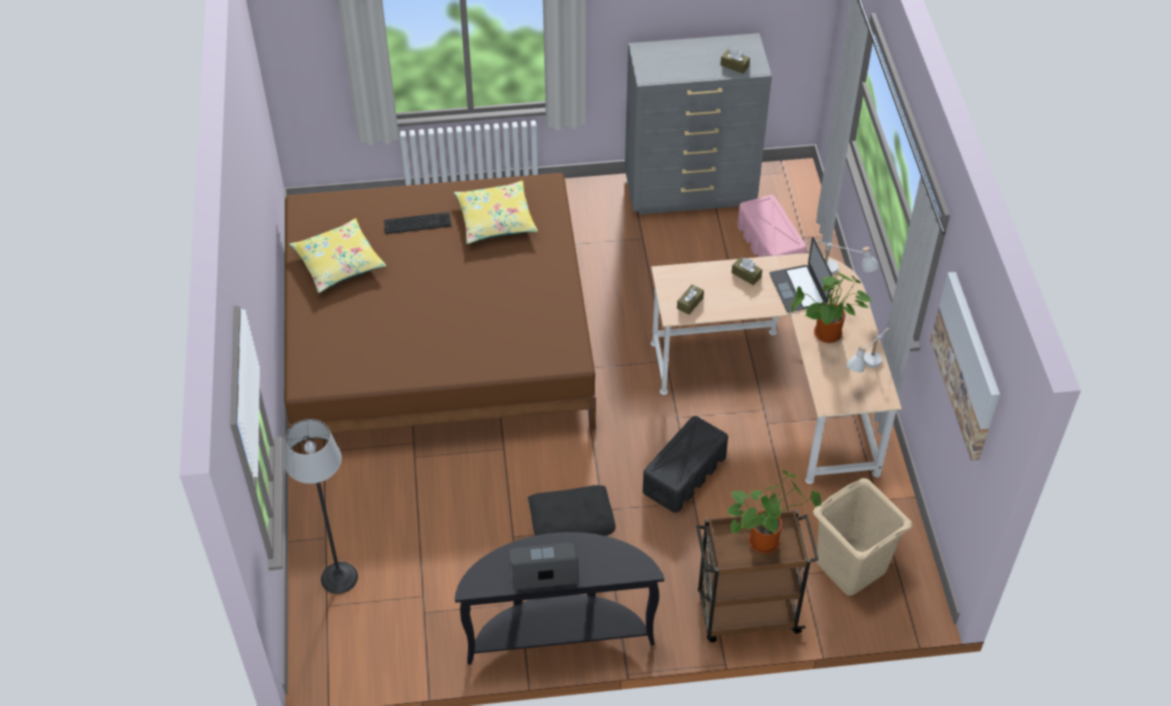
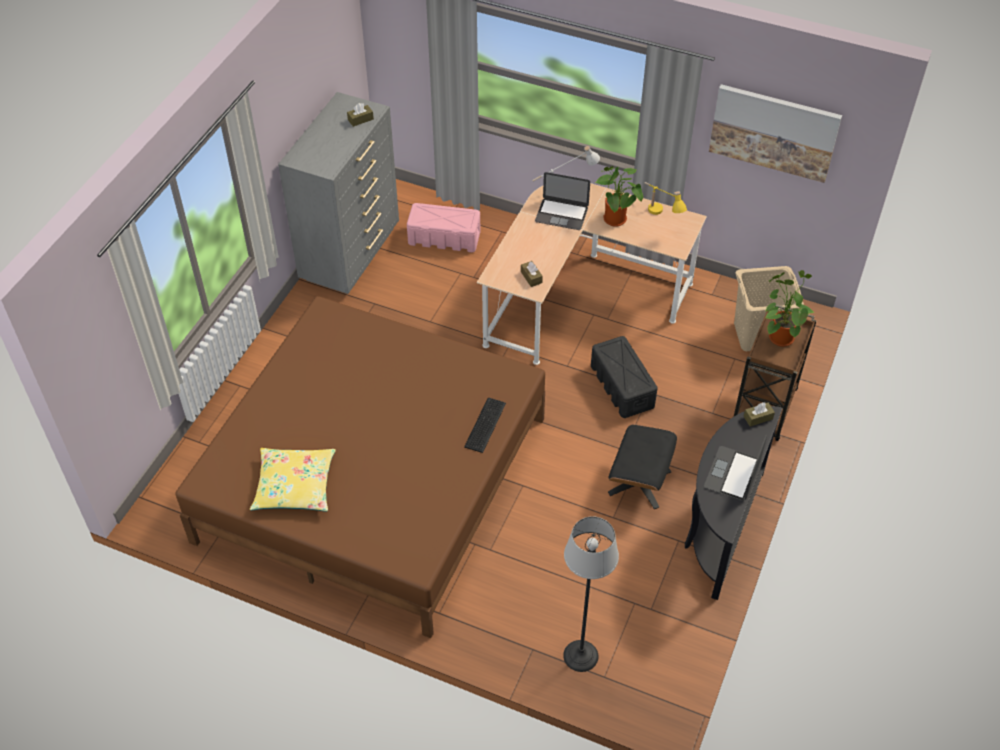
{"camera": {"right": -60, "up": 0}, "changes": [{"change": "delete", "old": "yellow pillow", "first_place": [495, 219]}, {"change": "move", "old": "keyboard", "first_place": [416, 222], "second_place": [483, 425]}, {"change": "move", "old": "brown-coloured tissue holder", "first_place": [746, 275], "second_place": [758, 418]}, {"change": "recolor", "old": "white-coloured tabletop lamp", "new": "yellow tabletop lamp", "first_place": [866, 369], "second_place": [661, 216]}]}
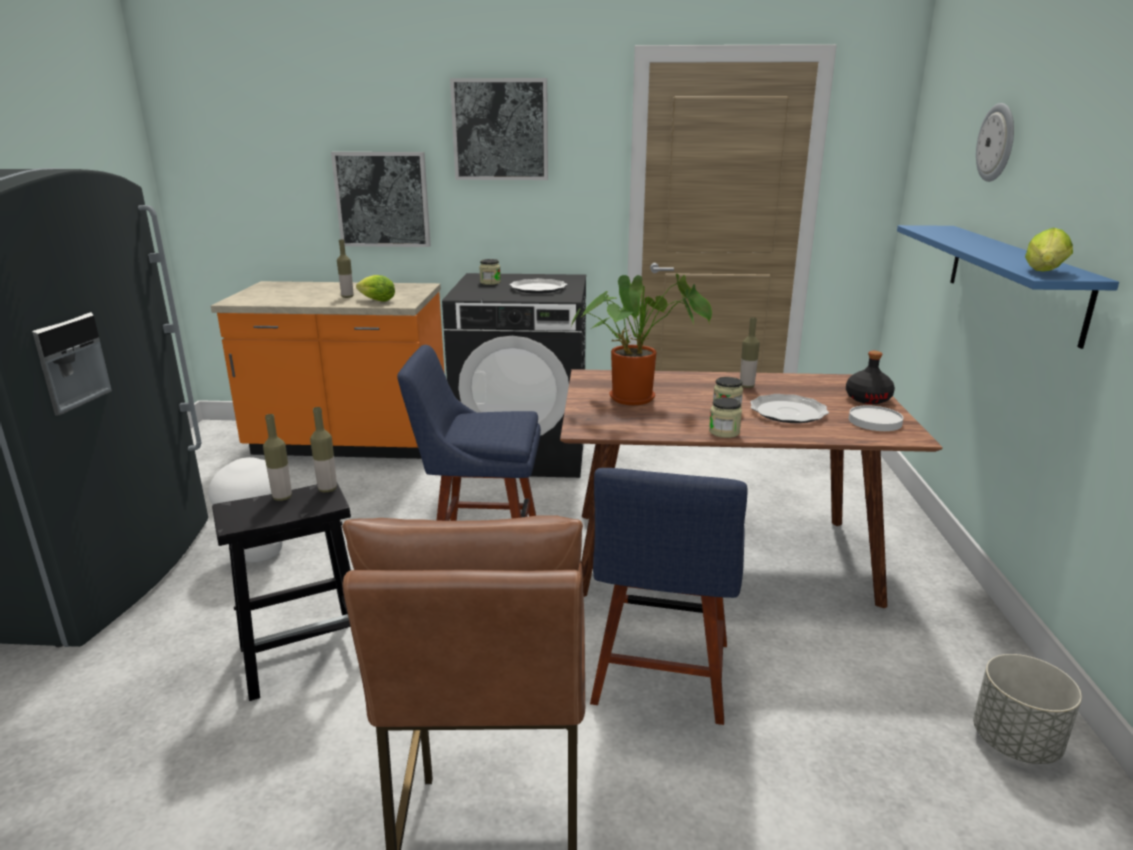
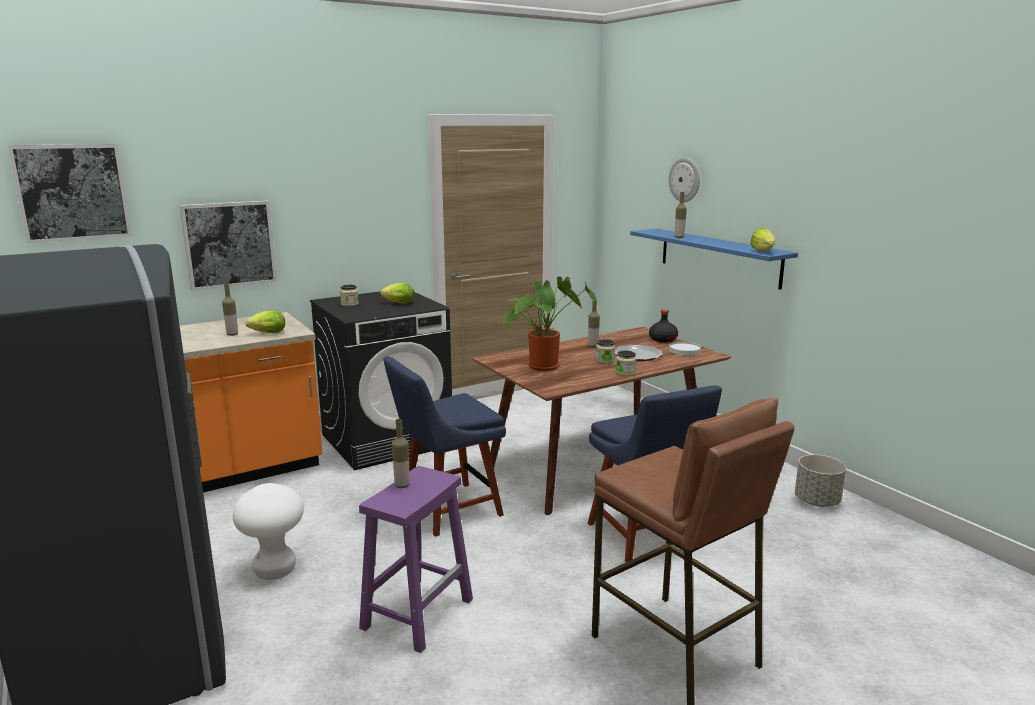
{"camera": {"right": -35, "up": -5}, "changes": [{"change": "move", "old": "bottle", "first_place": [327, 489], "second_place": [679, 237]}, {"change": "move", "old": "wall picture", "first_place": [500, 130], "second_place": [72, 192]}, {"change": "replace", "old": "plate", "new": "lettuce head", "first_place": [538, 288], "second_place": [397, 303]}, {"change": "recolor", "old": "black stool", "new": "purplish stool", "first_place": [306, 654], "second_place": [418, 612]}]}
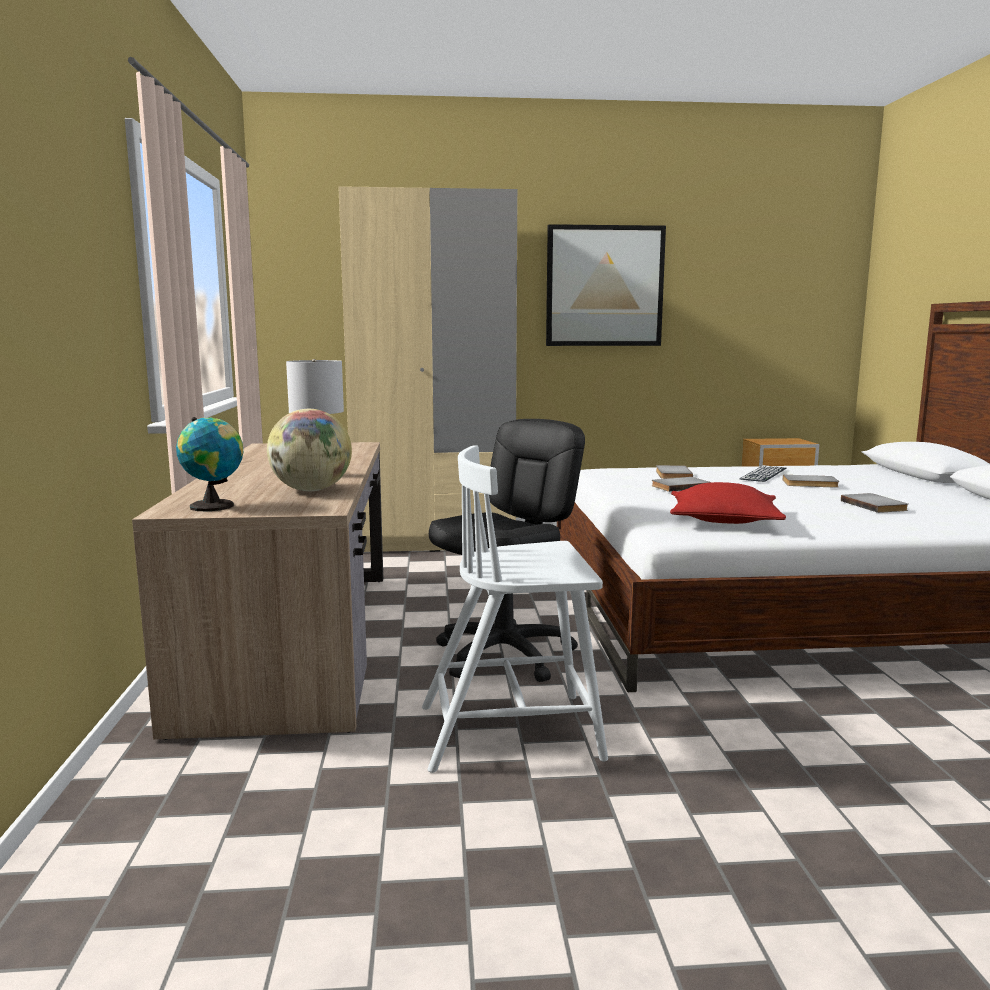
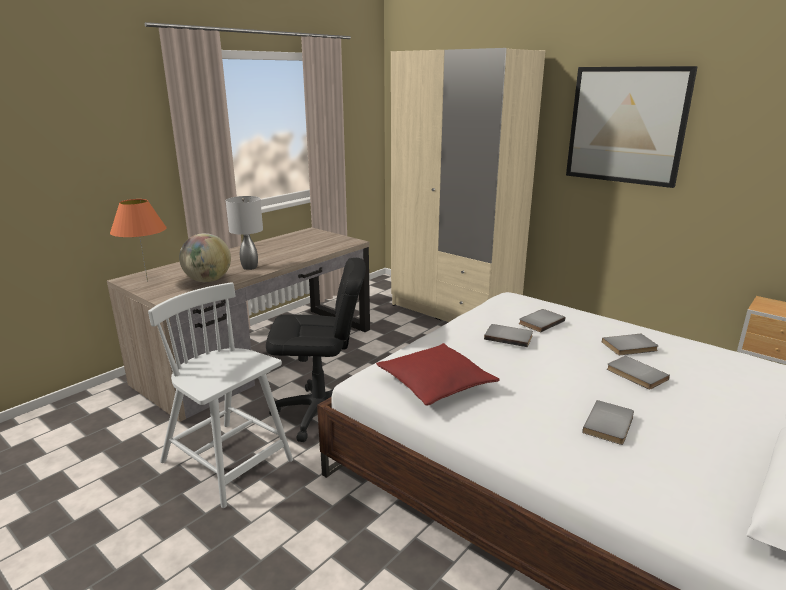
{"camera": {"right": 45, "up": 10}, "changes": [{"change": "replace", "old": "desk globe", "new": "orange-coloured tabletop lamp", "first_place": [215, 506], "second_place": [147, 281]}, {"change": "replace", "old": "keyboard", "new": "greyish volume", "first_place": [763, 474], "second_place": [630, 347]}]}
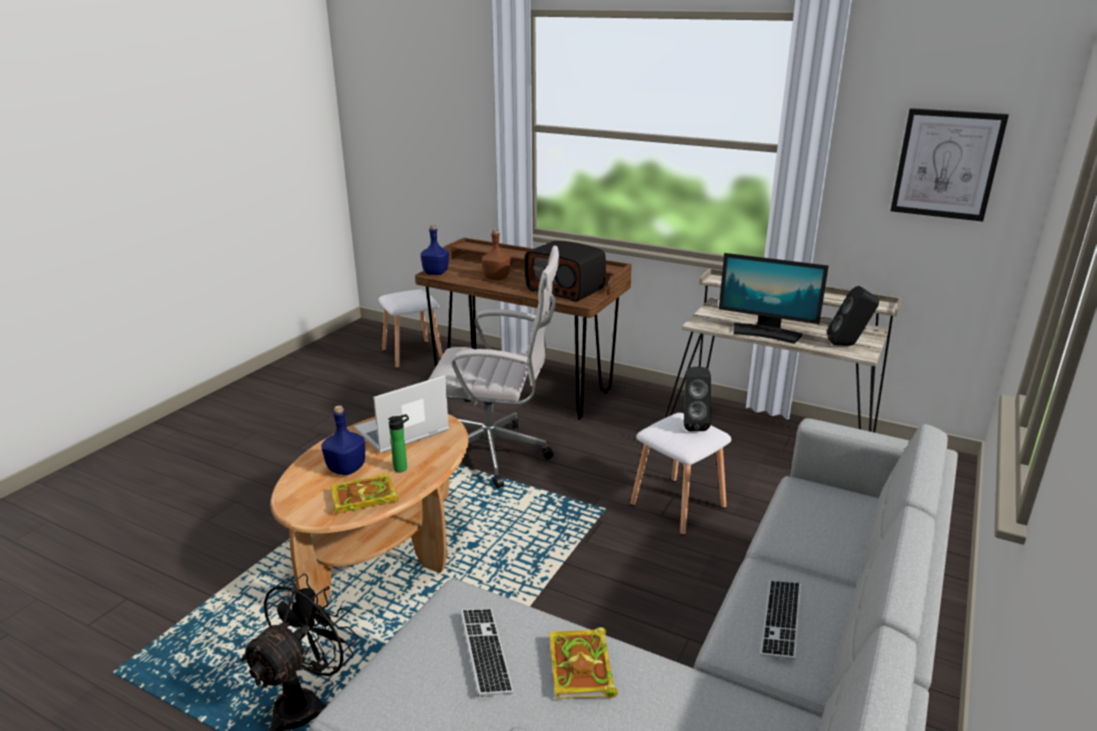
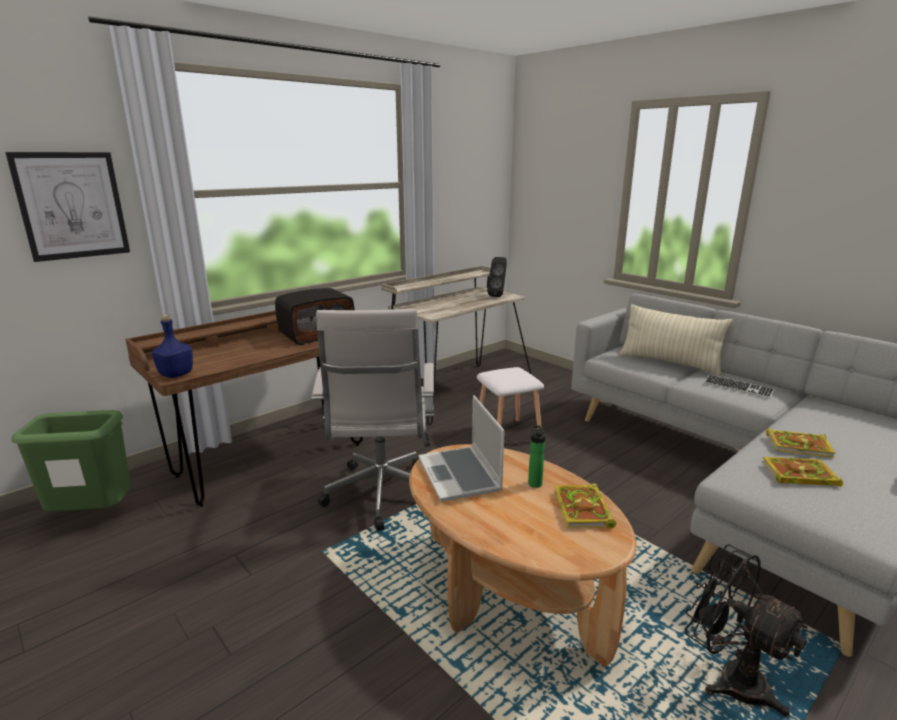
{"camera": {"right": -70, "up": -5}, "changes": [{"change": "delete", "old": "blue-coloured bottle", "first_place": [345, 468]}, {"change": "delete", "old": "brown-coloured bottle", "first_place": [496, 278]}, {"change": "delete", "old": "black loudspeaker", "first_place": [693, 424]}, {"change": "delete", "old": "computer display", "first_place": [766, 333]}, {"change": "insert", "new": "beige-coloured pillow", "second_place": [669, 363]}, {"change": "move", "old": "wall picture", "first_place": [946, 164], "second_place": [72, 205]}, {"change": "replace", "old": "white-coloured stool", "new": "greenish trash can", "first_place": [413, 354], "second_place": [94, 516]}, {"change": "replace", "old": "keyboard", "new": "volume", "first_place": [485, 652], "second_place": [798, 475]}, {"change": "rotate", "old": "white-coloured computer chair", "first_place": [497, 455], "second_place": [381, 496], "degrees": 150}]}
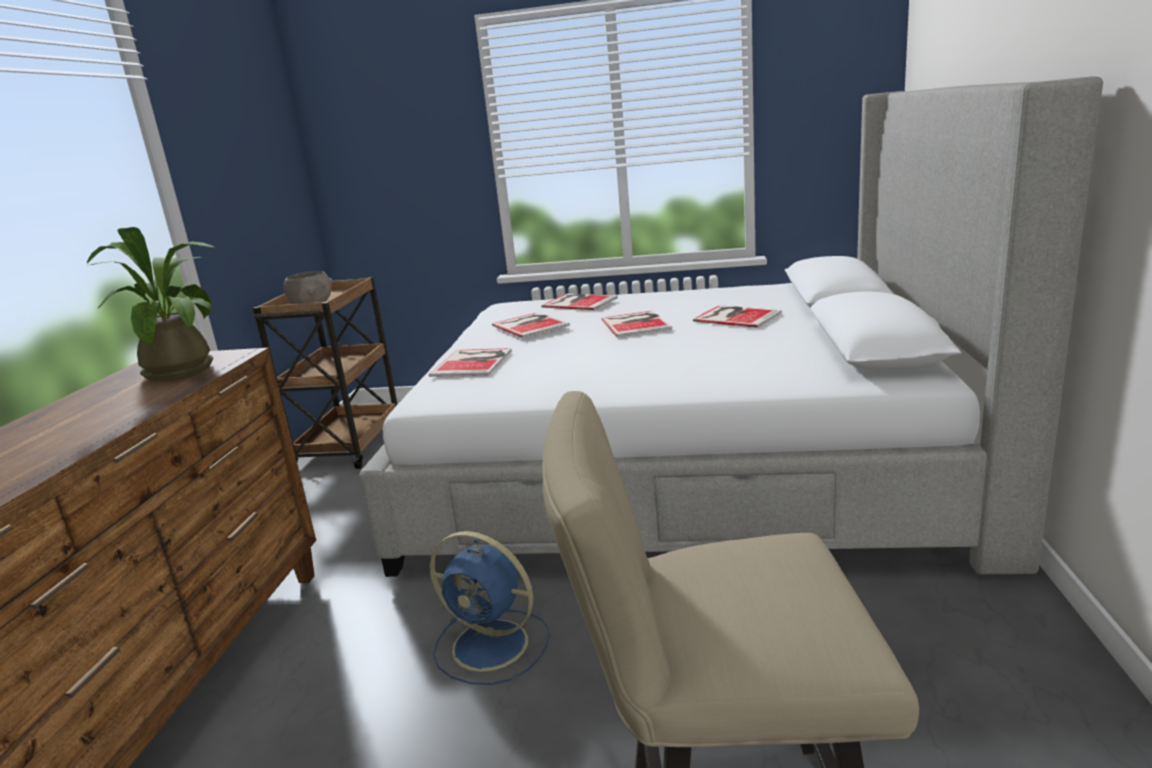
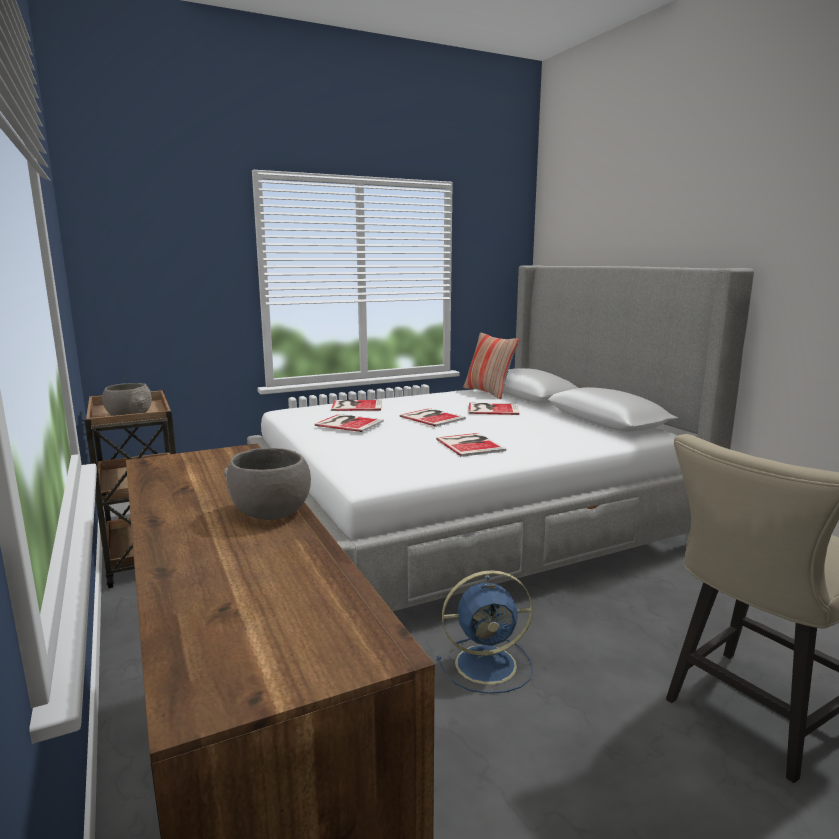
{"camera": {"right": -35, "up": -5}, "changes": [{"change": "delete", "old": "houseplant", "first_place": [184, 369]}, {"change": "insert", "new": "greyish deep dish", "second_place": [269, 511]}, {"change": "insert", "new": "pillow", "second_place": [488, 392]}, {"change": "move", "old": "volume", "first_place": [474, 362], "second_place": [470, 444]}]}
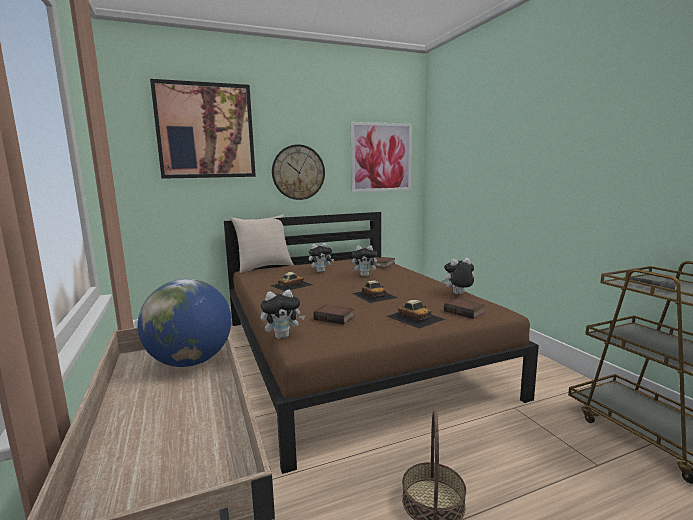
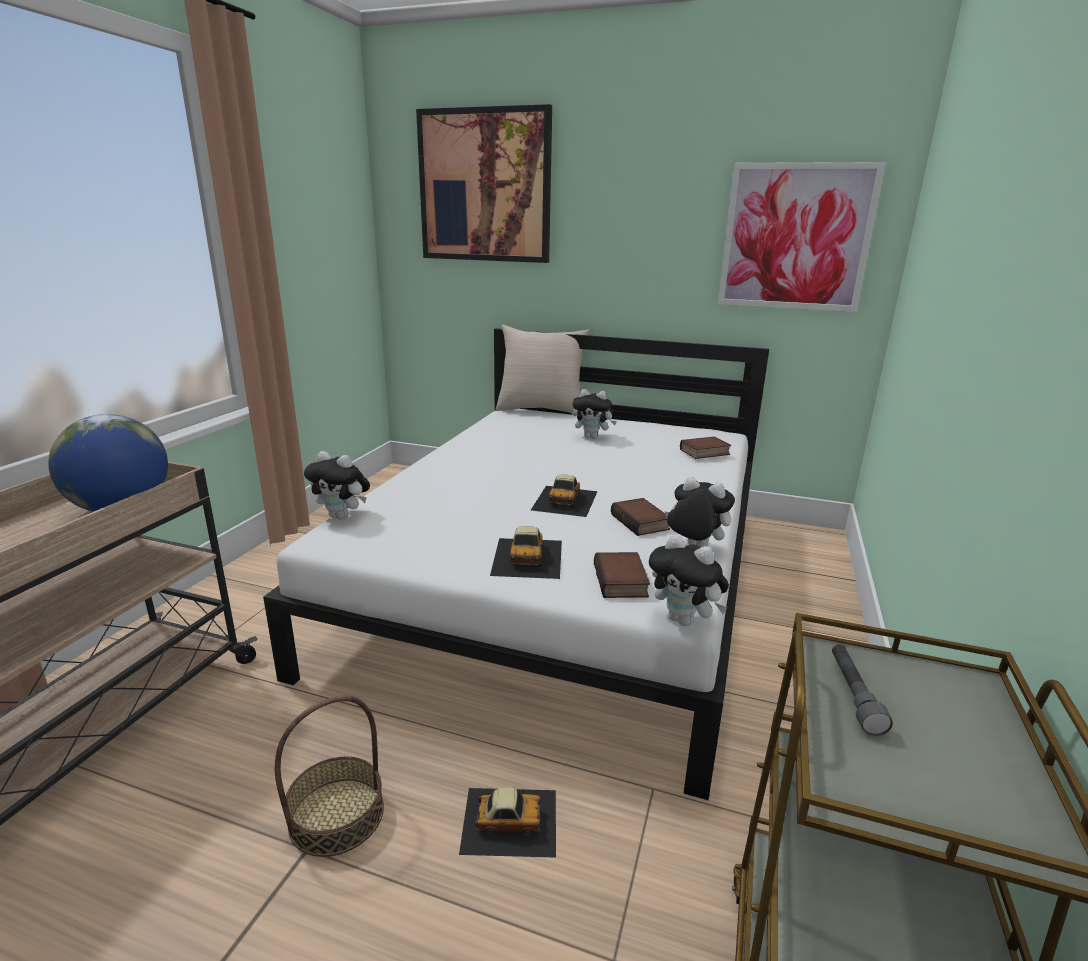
{"camera": {"right": 40, "up": 10}, "changes": [{"change": "delete", "old": "clock on the wall", "first_place": [298, 172]}, {"change": "move", "old": "miniature car", "first_place": [291, 285], "second_place": [509, 820]}, {"change": "move", "old": "volume", "first_place": [335, 318], "second_place": [641, 522]}, {"change": "move", "old": "soft toy", "first_place": [365, 275], "second_place": [685, 620]}, {"change": "recolor", "old": "brown-coloured sleeping bed", "new": "white-coloured sleeping bed", "first_place": [351, 354], "second_place": [565, 581]}]}
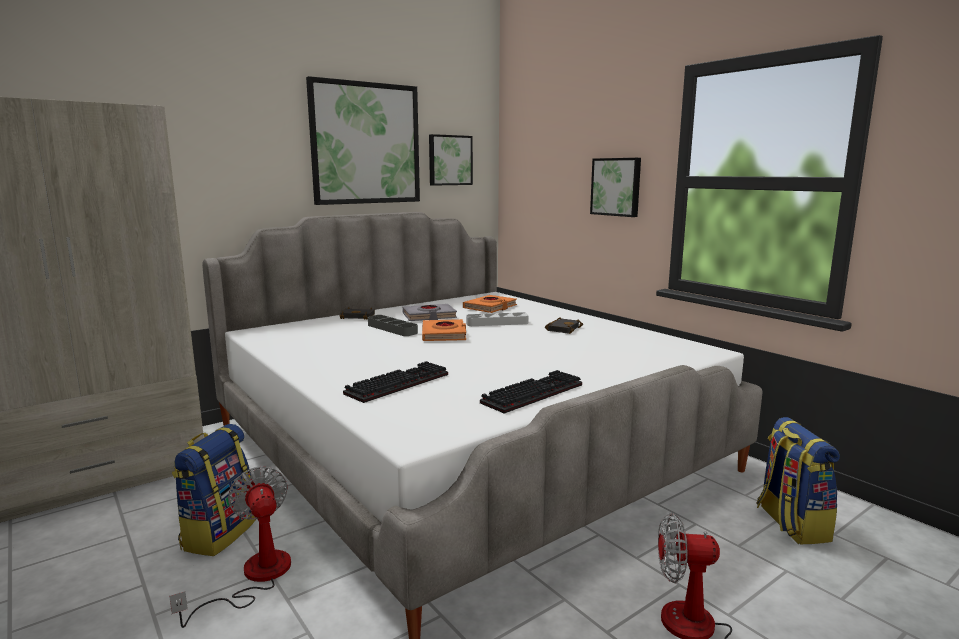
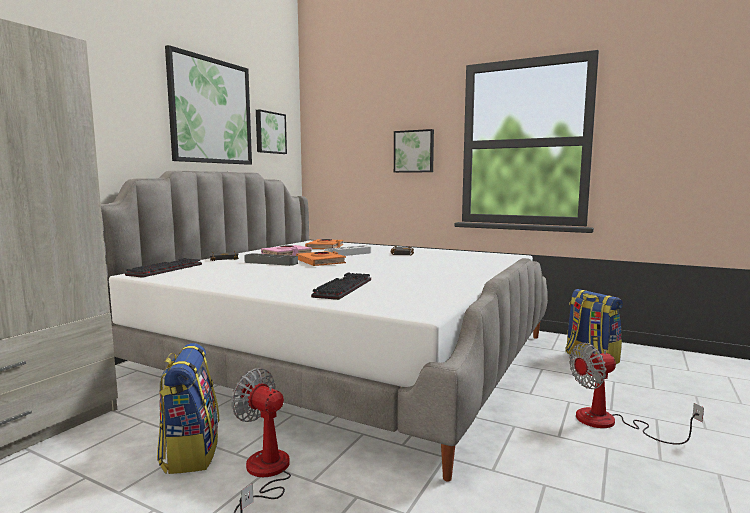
{"camera": {"right": -25, "up": -5}, "changes": [{"change": "move", "old": "keyboard", "first_place": [532, 393], "second_place": [165, 269]}, {"change": "recolor", "old": "greyish volume", "new": "pink-coloured volume", "first_place": [429, 316], "second_place": [287, 254]}]}
